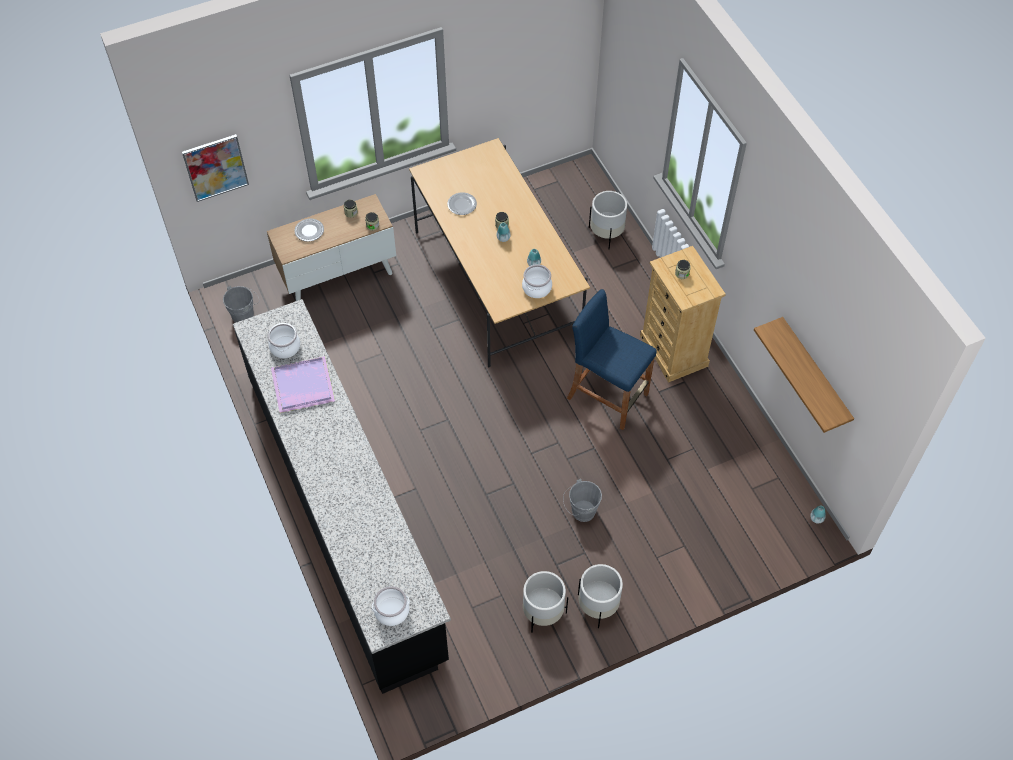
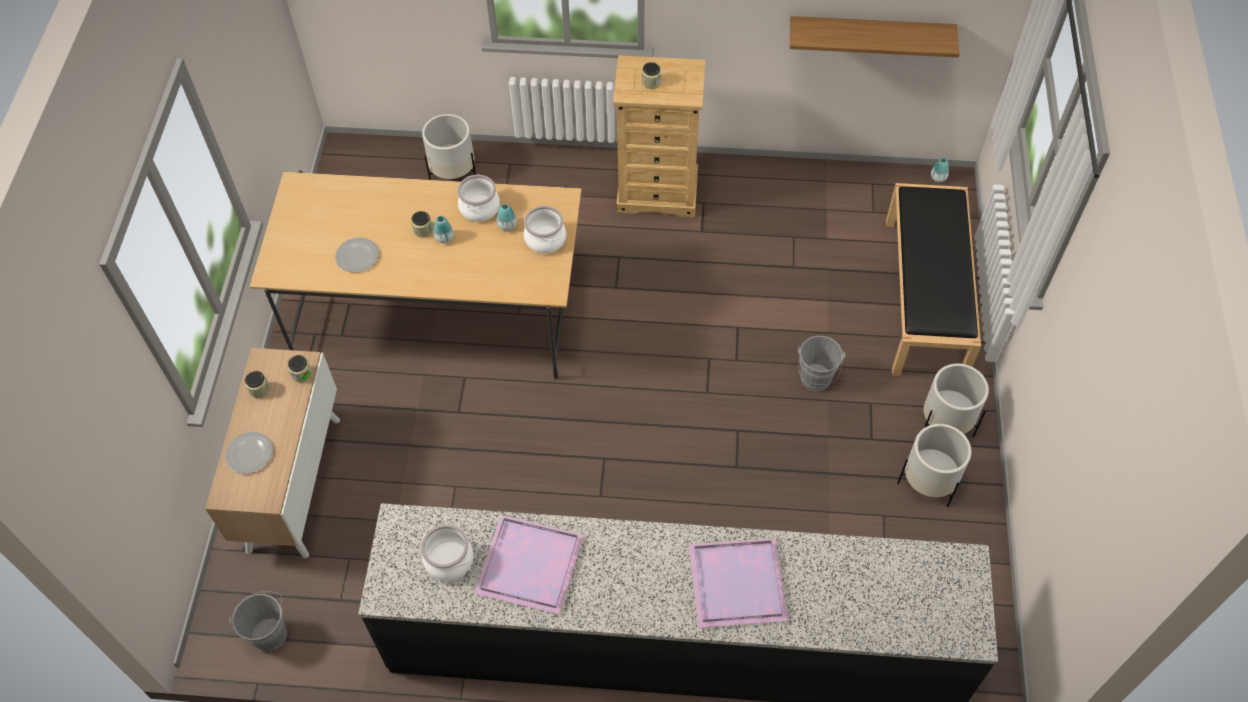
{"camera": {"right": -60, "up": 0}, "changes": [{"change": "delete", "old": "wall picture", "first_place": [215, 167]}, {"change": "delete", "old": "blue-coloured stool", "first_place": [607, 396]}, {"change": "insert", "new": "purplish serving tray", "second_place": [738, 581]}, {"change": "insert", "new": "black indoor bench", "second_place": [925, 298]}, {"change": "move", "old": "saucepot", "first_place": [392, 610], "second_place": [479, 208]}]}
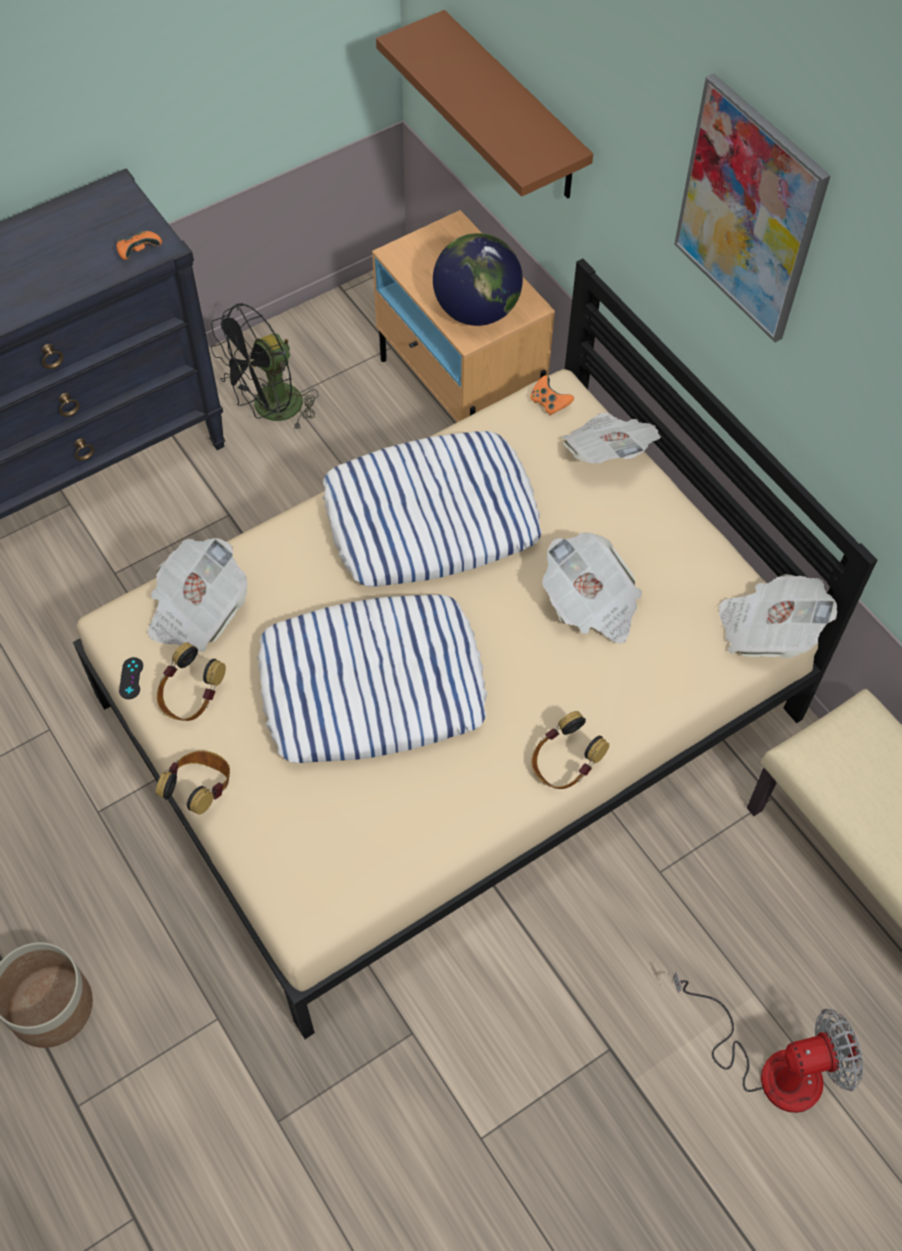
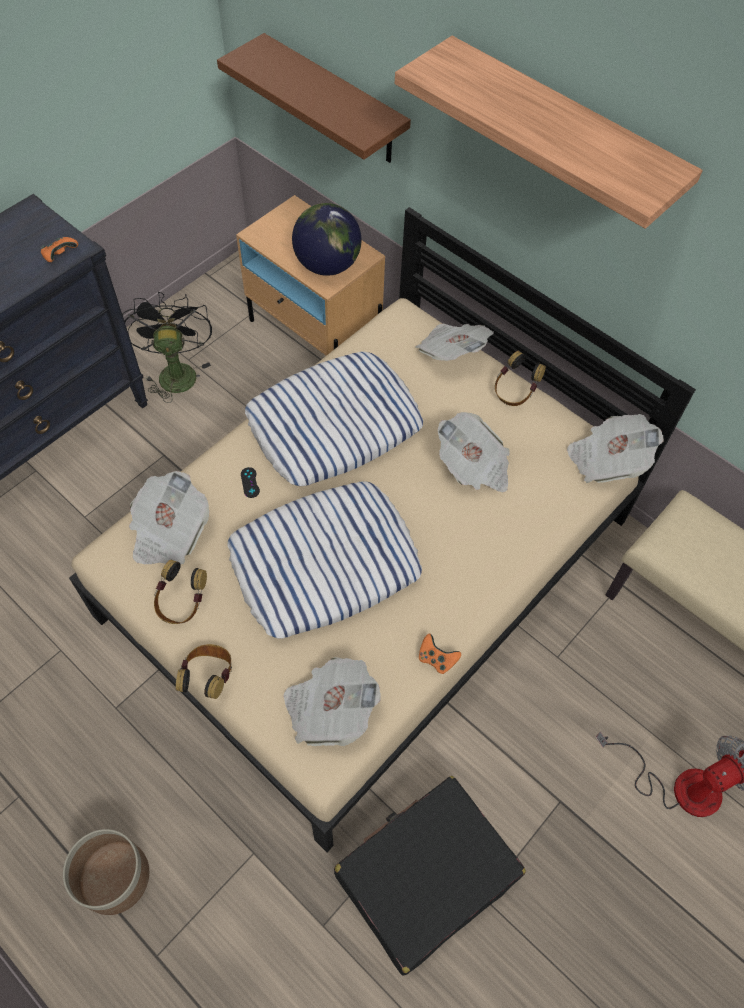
{"camera": {"right": -15, "up": 0}, "changes": [{"change": "insert", "new": "daily paper", "second_place": [329, 709]}, {"change": "insert", "new": "black suitcase", "second_place": [425, 877]}, {"change": "move", "old": "black joypad", "first_place": [131, 678], "second_place": [250, 482]}, {"change": "move", "old": "orange-coloured joypad", "first_place": [549, 403], "second_place": [436, 658]}, {"change": "move", "old": "headset", "first_place": [564, 765], "second_place": [514, 392]}, {"change": "replace", "old": "wall picture", "new": "shelf", "first_place": [749, 211], "second_place": [562, 131]}, {"change": "rotate", "old": "black fan", "first_place": [270, 410], "second_place": [175, 371], "degrees": 135}]}
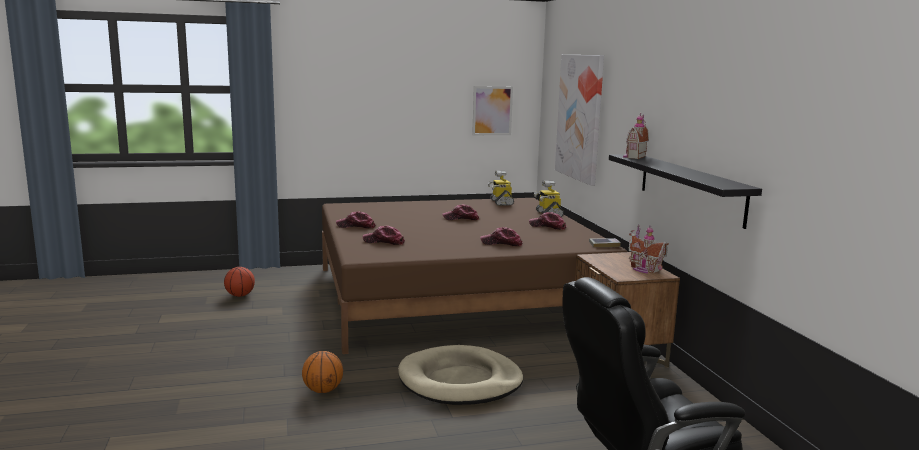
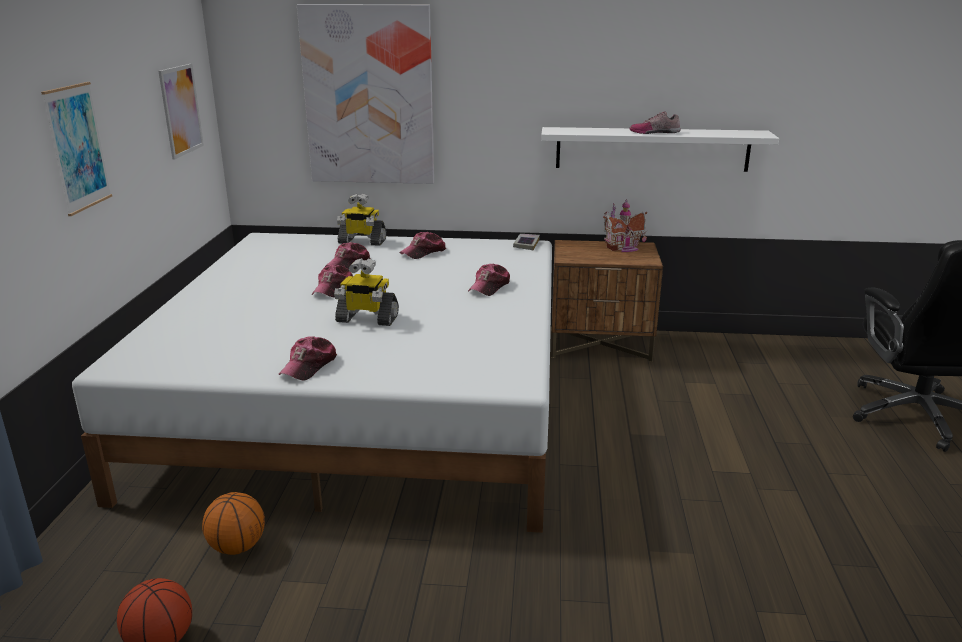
{"camera": {"right": -70, "up": 10}, "changes": [{"change": "delete", "old": "beige-coloured dog cushion", "first_place": [460, 381]}, {"change": "delete", "old": "toy house", "first_place": [633, 157]}, {"change": "insert", "new": "wall picture", "second_place": [77, 147]}, {"change": "insert", "new": "low shoe", "second_place": [654, 132]}, {"change": "move", "old": "ball for basketball", "first_place": [323, 390], "second_place": [237, 547]}, {"change": "move", "old": "baseball cap", "first_place": [384, 242], "second_place": [348, 264]}, {"change": "move", "old": "robot figure", "first_place": [501, 202], "second_place": [366, 319]}, {"change": "recolor", "old": "brown-coloured sleeping bed", "new": "white-coloured sleeping bed", "first_place": [456, 296], "second_place": [369, 400]}, {"change": "recolor", "old": "black shelf", "new": "white-coloured shelf", "first_place": [690, 188], "second_place": [652, 149]}]}
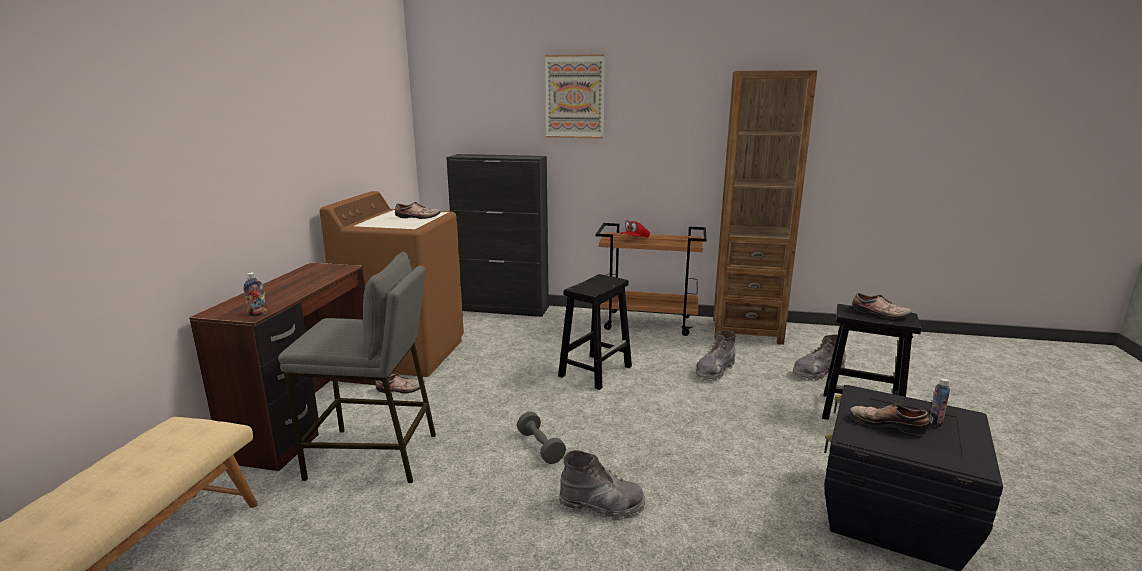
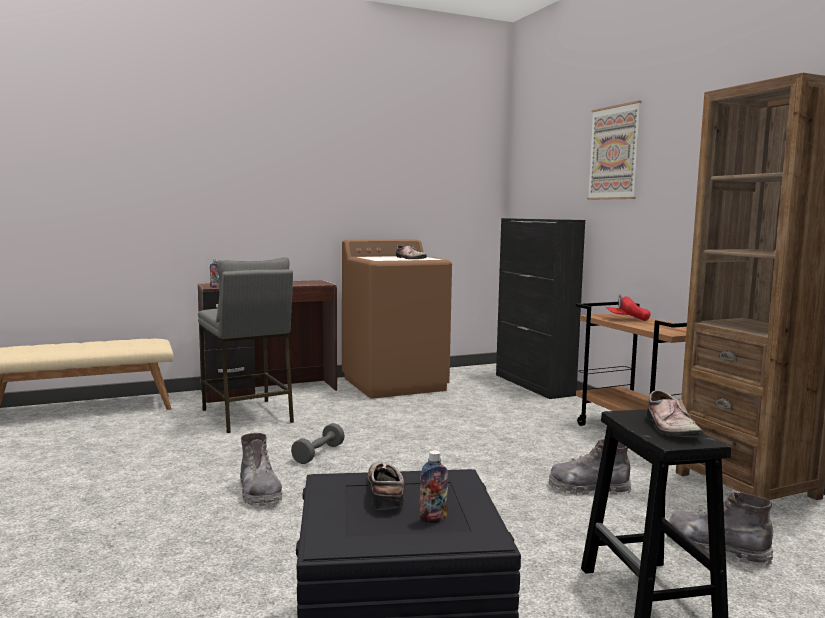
{"camera": {"right": 55, "up": -10}, "changes": [{"change": "delete", "old": "low shoe", "first_place": [400, 390]}, {"change": "delete", "old": "black stool", "first_place": [596, 371]}]}
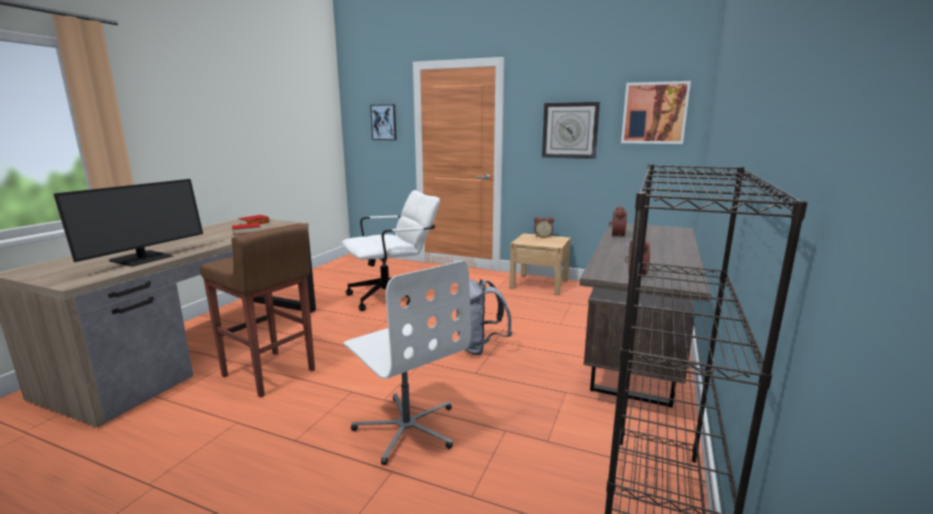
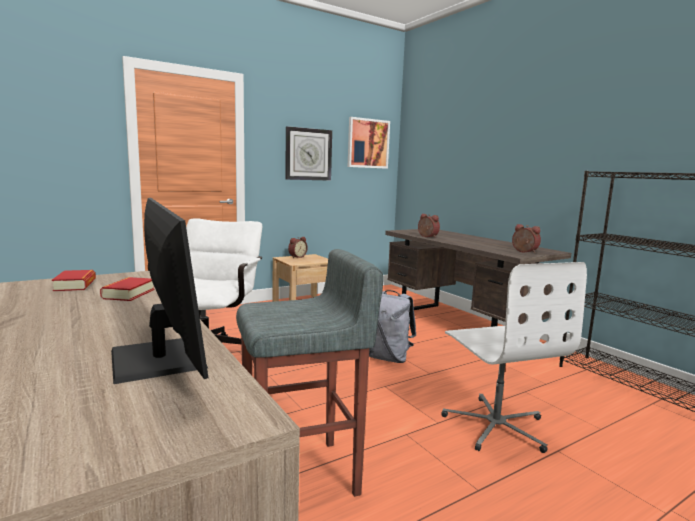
{"camera": {"right": -55, "up": -5}, "changes": [{"change": "delete", "old": "wall picture", "first_place": [384, 122]}, {"change": "recolor", "old": "brown-coloured stool", "new": "greyish stool", "first_place": [269, 374], "second_place": [302, 476]}, {"change": "rotate", "old": "white-coloured computer chair", "first_place": [407, 428], "second_place": [496, 425], "degrees": 75}]}
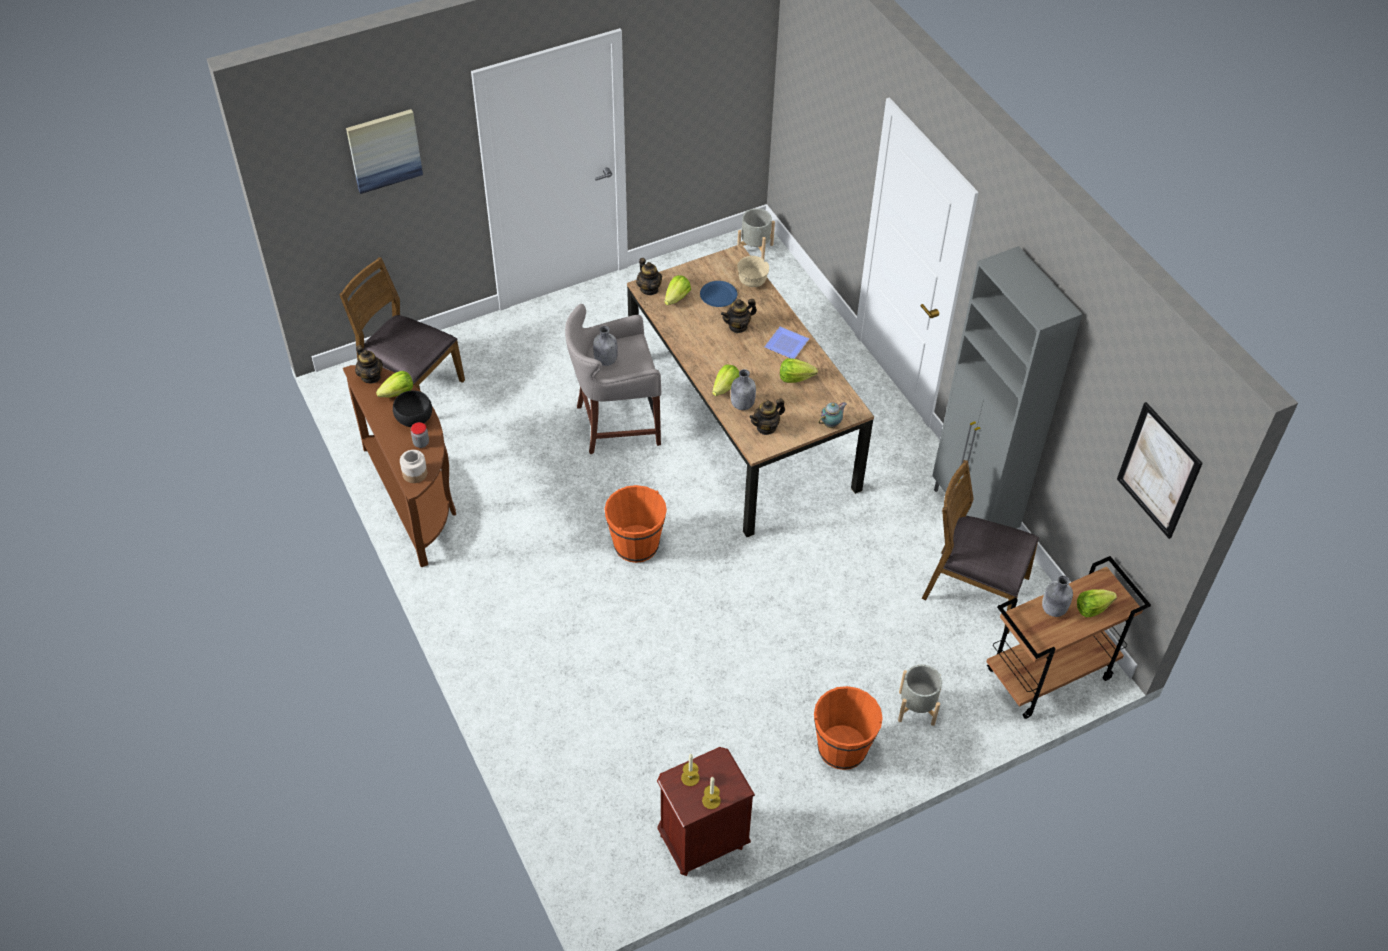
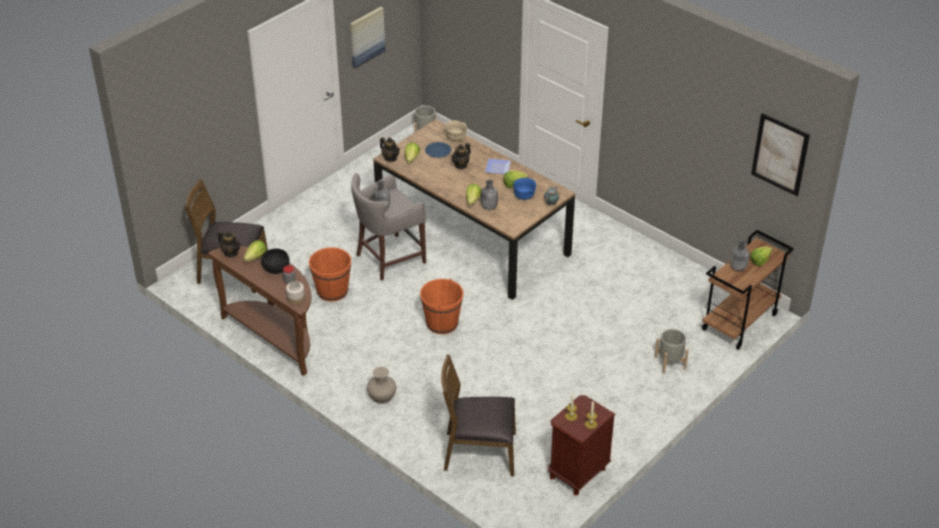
{"camera": {"right": -20, "up": -10}, "changes": [{"change": "delete", "old": "pot for tea", "first_place": [766, 427]}, {"change": "delete", "old": "greyish storage cabinet", "first_place": [972, 515]}, {"change": "insert", "new": "beige-coloured flower vase", "second_place": [382, 396]}, {"change": "insert", "new": "blue-coloured deep dish", "second_place": [524, 197]}, {"change": "move", "old": "wall picture", "first_place": [384, 150], "second_place": [366, 36]}, {"change": "move", "old": "orange-coloured water bucket", "first_place": [842, 748], "second_place": [332, 291]}, {"change": "move", "old": "brown-coloured plain chair", "first_place": [974, 589], "second_place": [479, 452]}]}
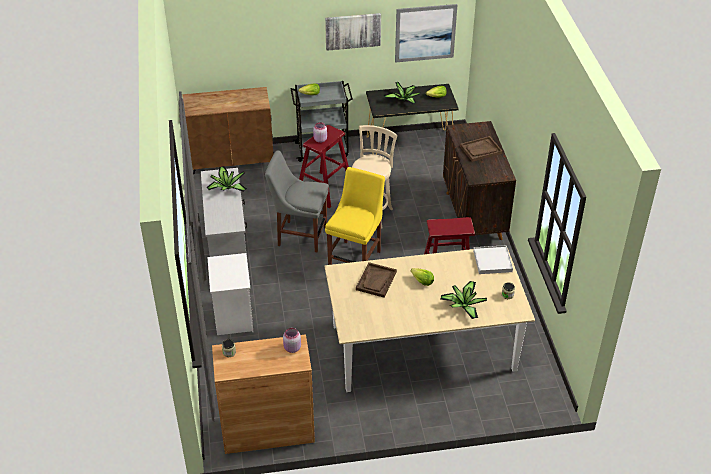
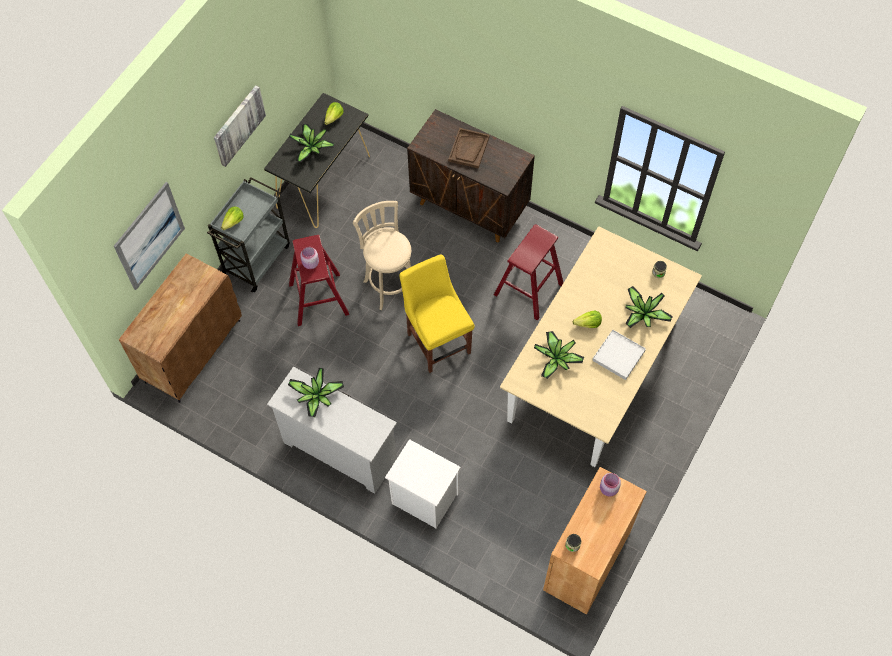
{"camera": {"right": -50, "up": 20}, "changes": [{"change": "delete", "old": "greyish plain chair", "first_place": [299, 235]}, {"change": "move", "old": "wall picture", "first_place": [425, 33], "second_place": [149, 236]}, {"change": "move", "old": "white-coloured serving tray", "first_place": [492, 261], "second_place": [618, 355]}, {"change": "replace", "old": "brown-coloured serving tray", "new": "houseplant", "first_place": [376, 281], "second_place": [557, 359]}]}
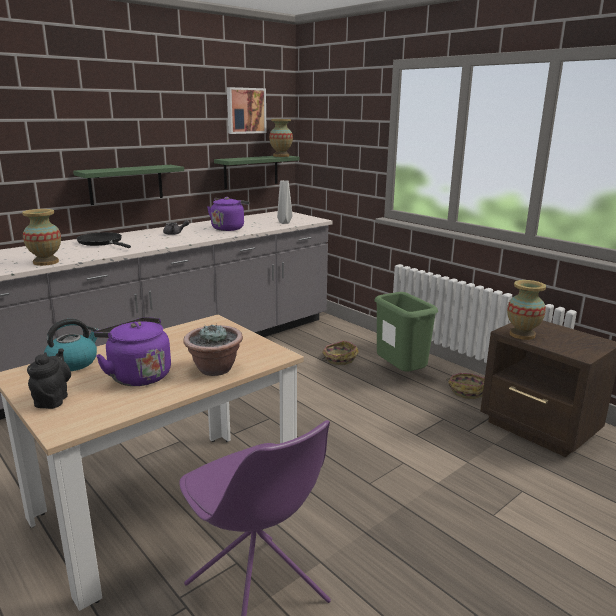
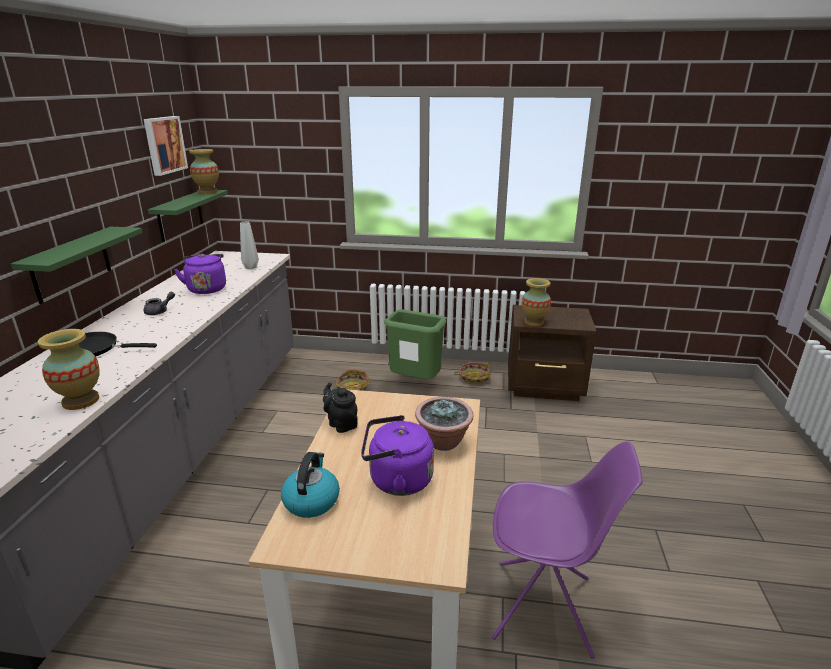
{"camera": {"right": -40, "up": 5}, "changes": [{"change": "move", "old": "black pot for tea", "first_place": [53, 399], "second_place": [341, 424]}]}
